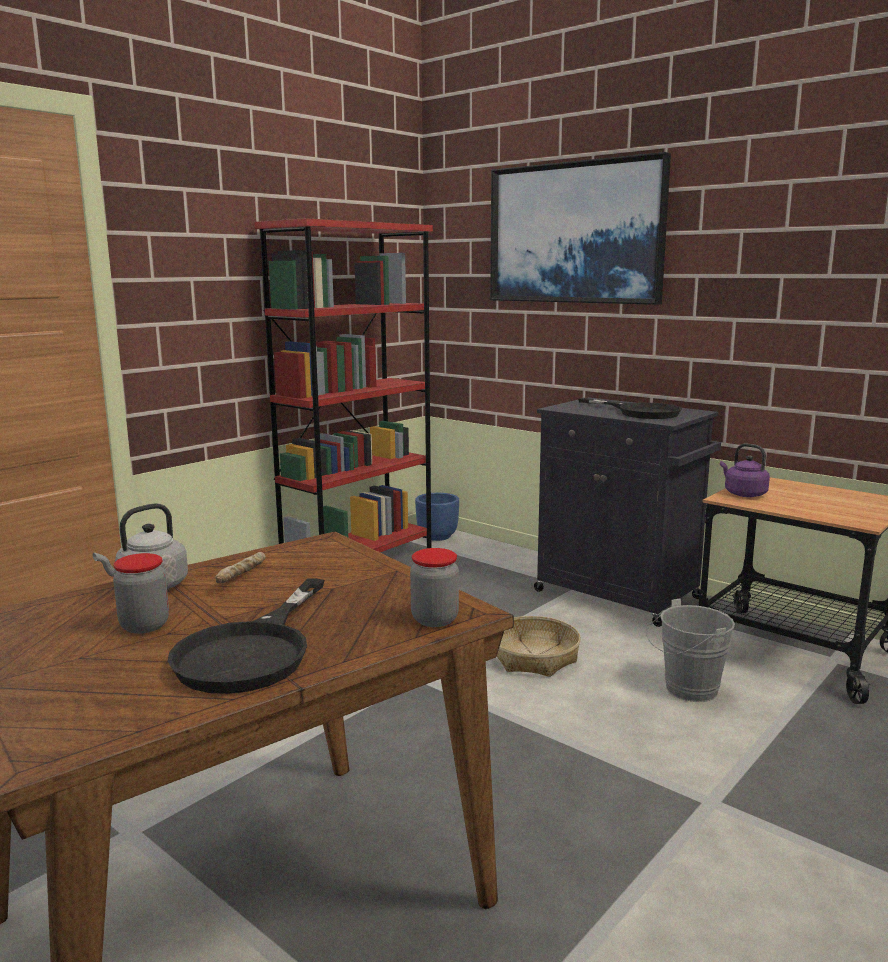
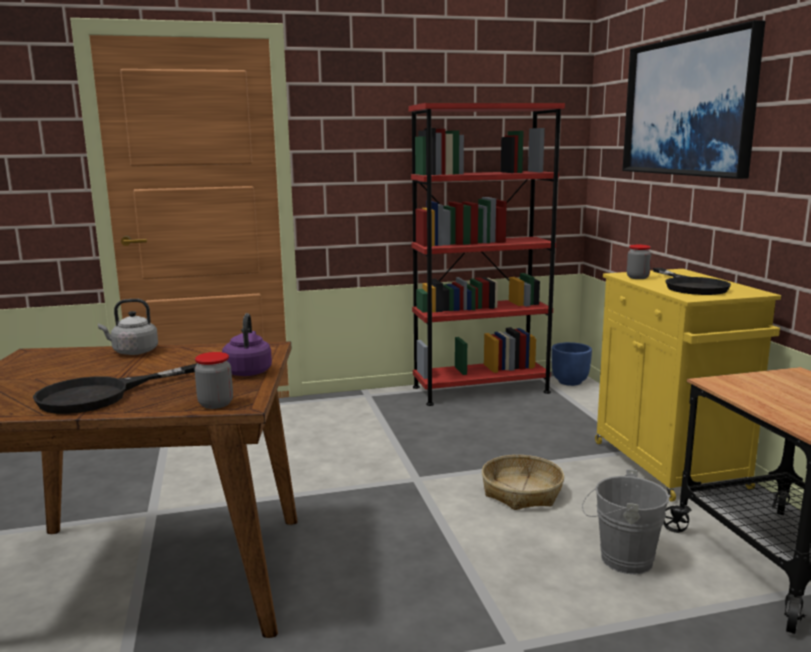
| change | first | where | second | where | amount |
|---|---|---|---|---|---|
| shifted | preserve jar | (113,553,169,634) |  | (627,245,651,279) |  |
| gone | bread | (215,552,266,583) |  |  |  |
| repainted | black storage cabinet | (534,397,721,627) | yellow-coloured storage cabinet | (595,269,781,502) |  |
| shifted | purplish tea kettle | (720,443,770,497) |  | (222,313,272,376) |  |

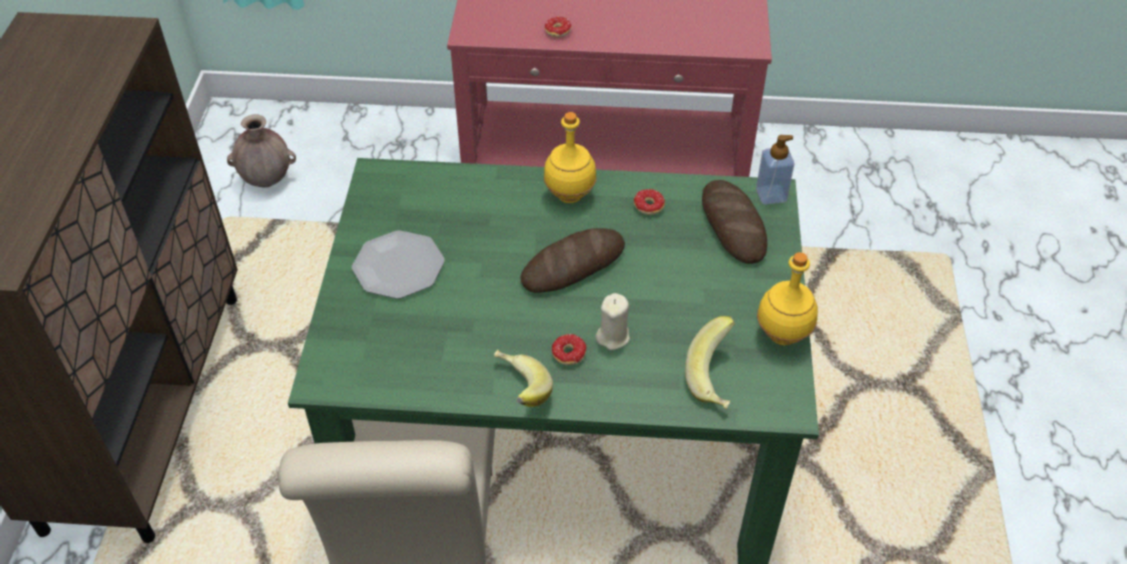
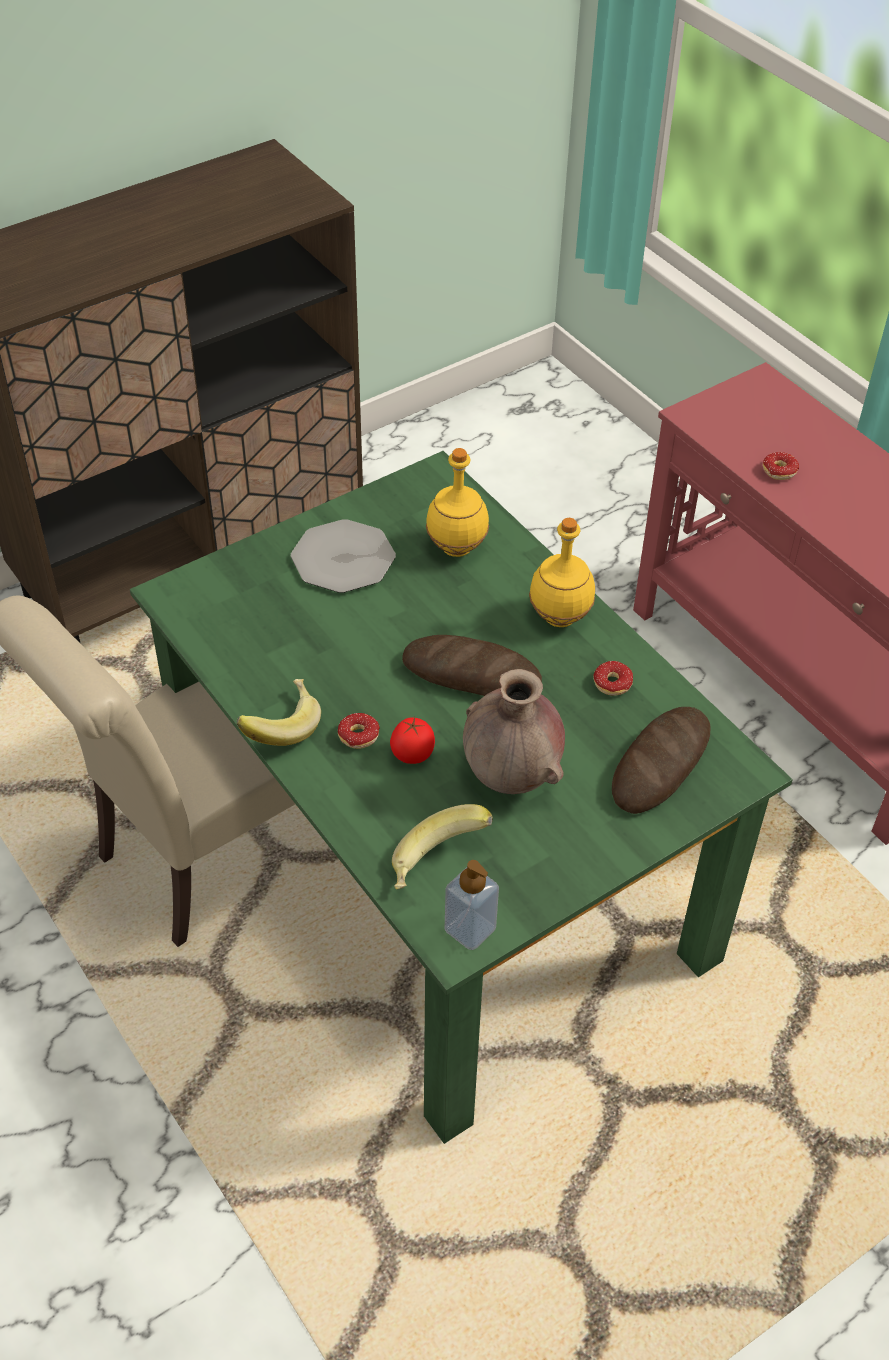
| change | first | where | second | where | amount |
|---|---|---|---|---|---|
| shifted | brown vase | (227,114,296,187) |  | (463,669,565,794) |  |
| swapped | sand-coloured candle | (596,293,630,350) | fresh tomato | (390,717,435,764) |  |
| shifted | liquid soap bottle | (756,135,795,204) |  | (445,860,499,950) |  |
| shifted | yellow-coloured drink bottle | (757,252,818,345) |  | (426,448,489,557) |  |

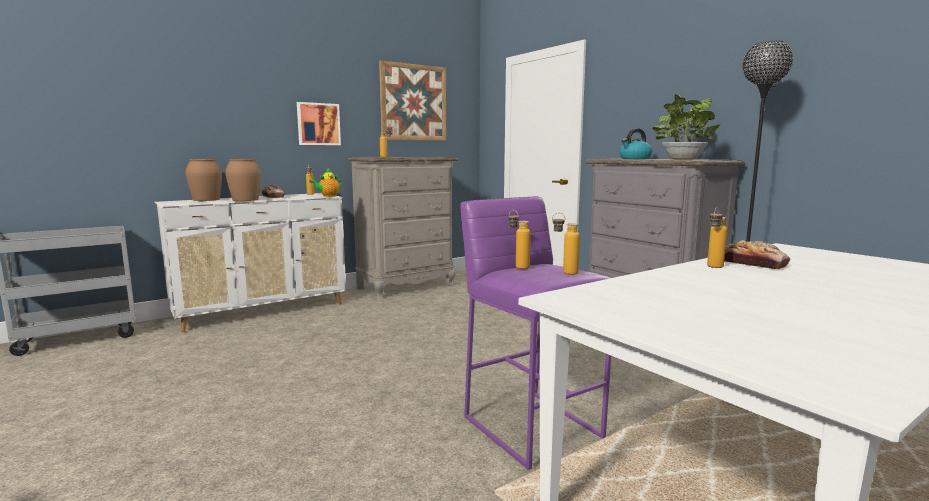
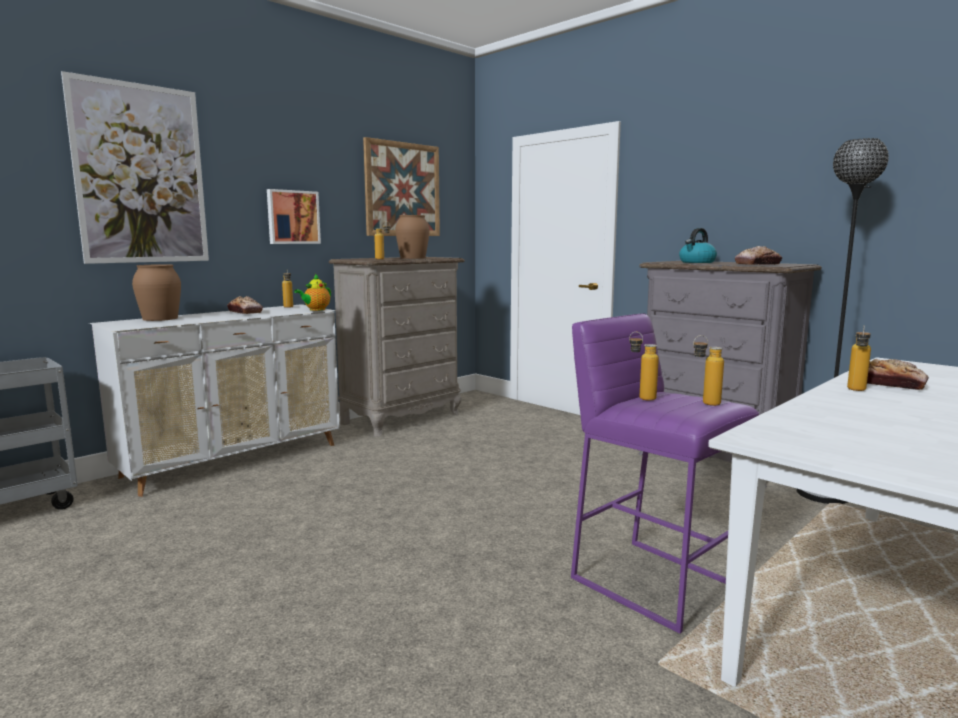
| change | first | where | second | where | amount |
|---|---|---|---|---|---|
| shifted | brown vase | (225,159,261,201) |  | (395,215,429,259) |  |
| swapped | potted plant | (652,94,720,160) | bread | (735,246,782,265) |  |
| new |  |  | picture | (61,71,209,264) |  |

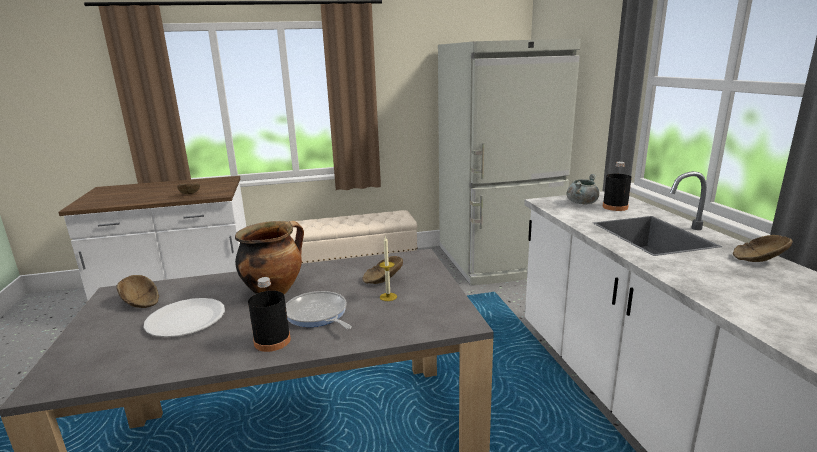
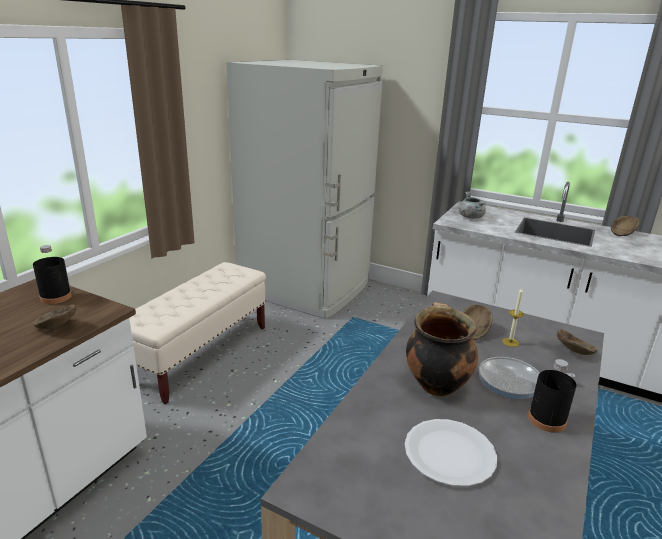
| change | first | where | second | where | amount |
|---|---|---|---|---|---|
| shifted | brown serving bowl | (116,275,159,308) |  | (557,329,597,355) |  |
| shifted | black drink bottle | (603,162,632,211) |  | (33,245,72,304) |  |

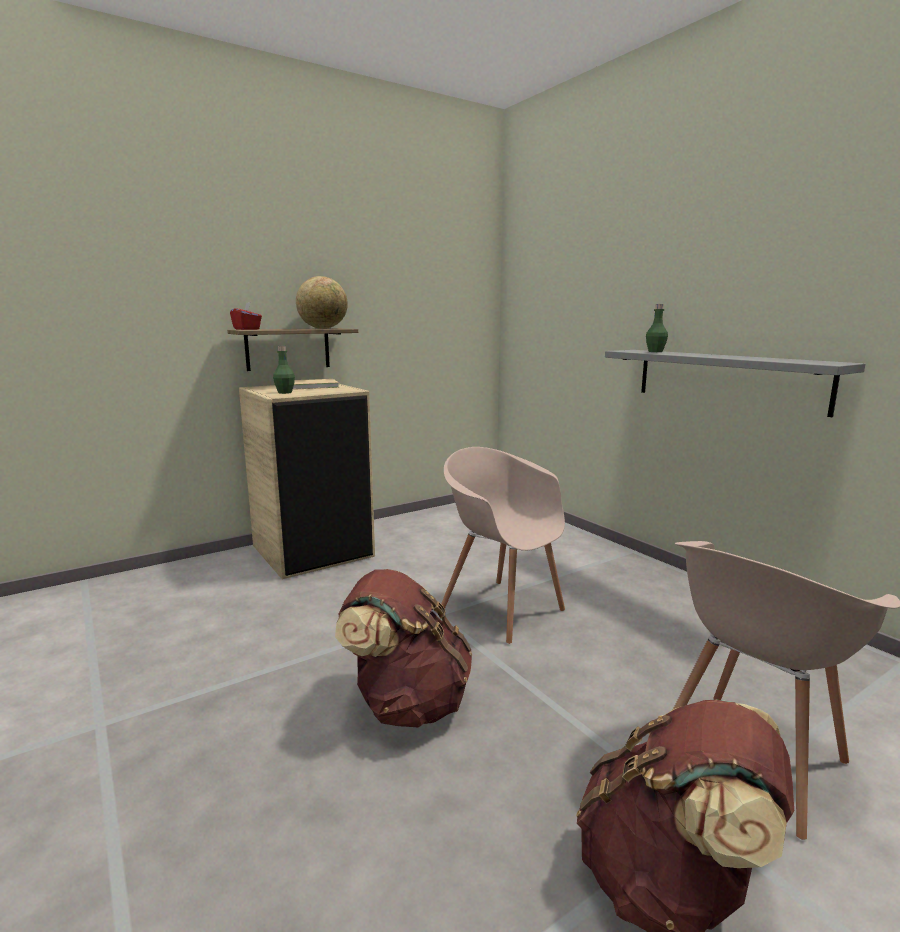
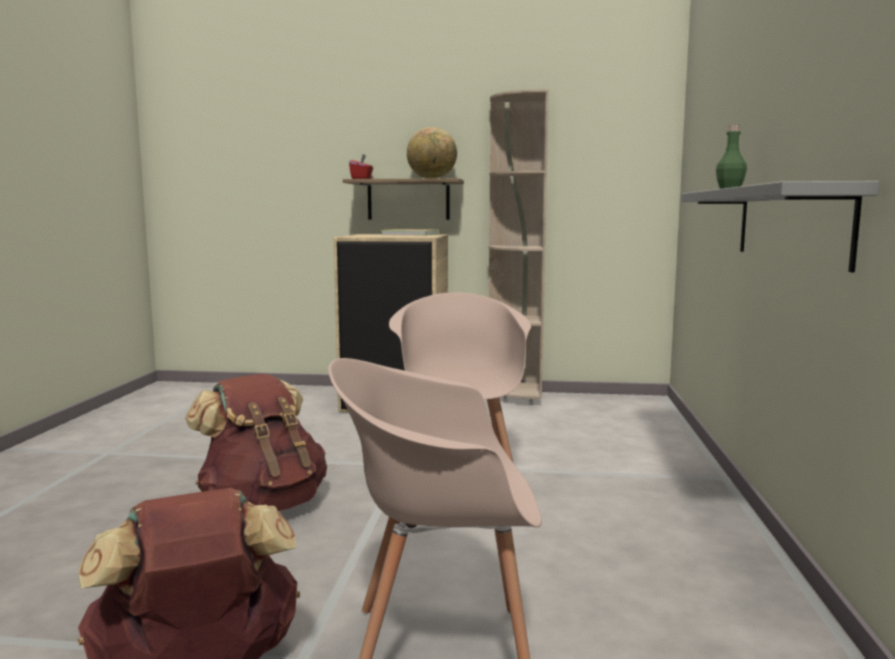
| change | first | where | second | where | amount |
|---|---|---|---|---|---|
| gone | greenish drink bottle | (273,346,295,394) |  |  |  |
| new |  |  | sand-coloured shelving unit | (489,89,549,405) |  |

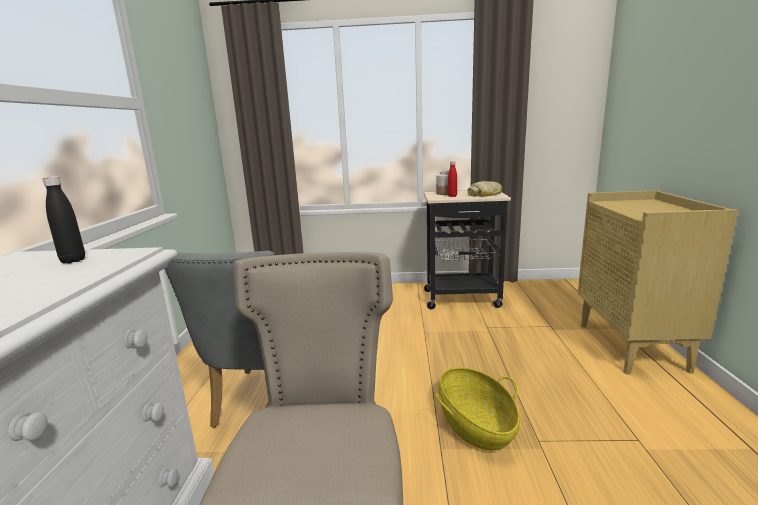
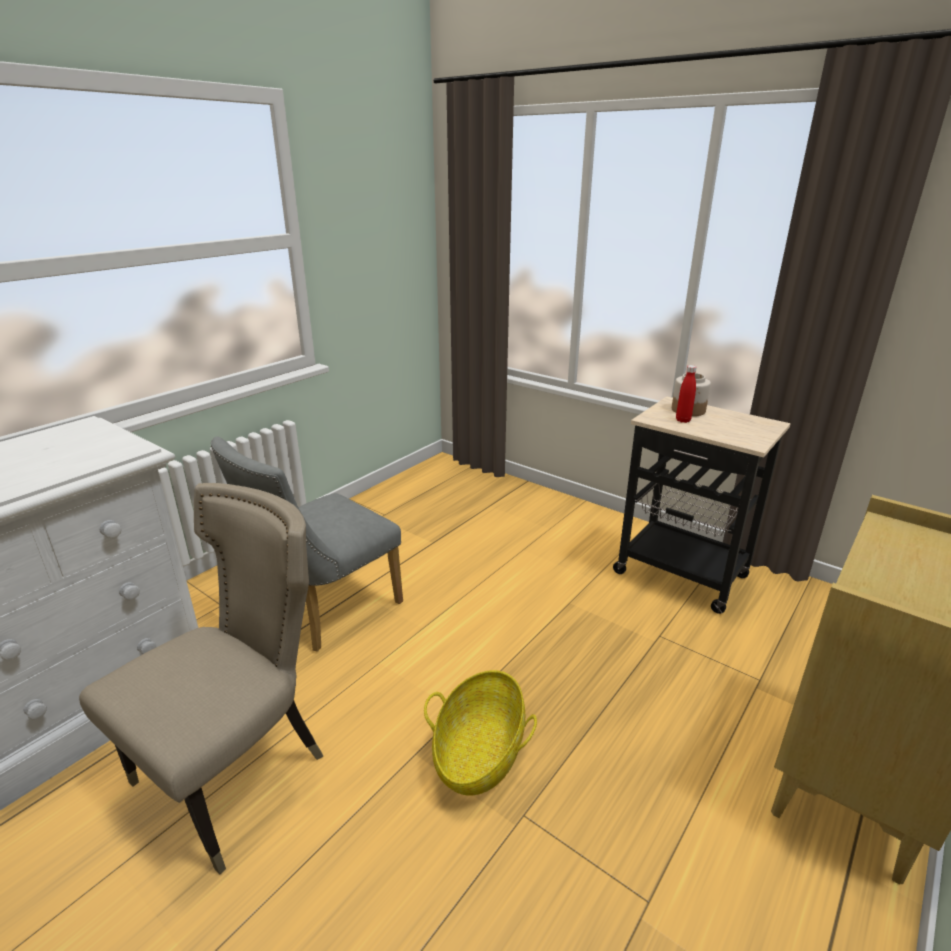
| change | first | where | second | where | amount |
|---|---|---|---|---|---|
| gone | black drink bottle | (42,176,85,263) |  |  |  |
| gone | bread | (467,181,502,197) |  |  |  |

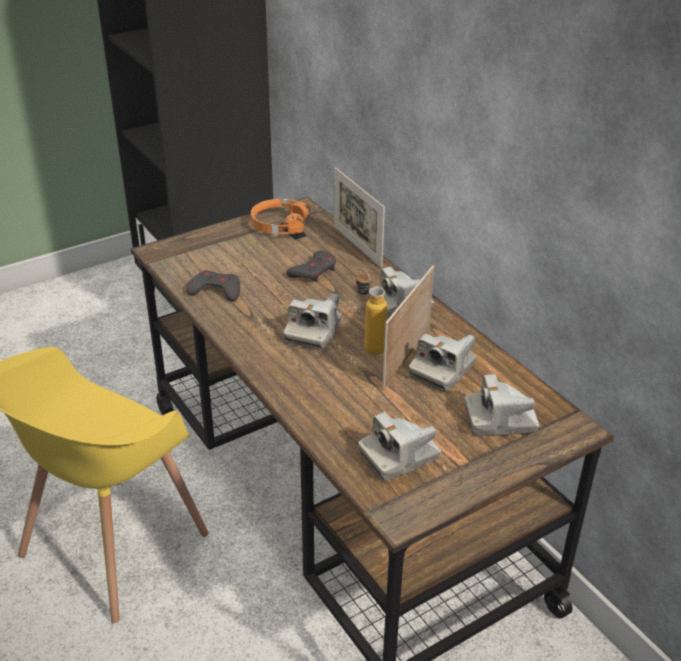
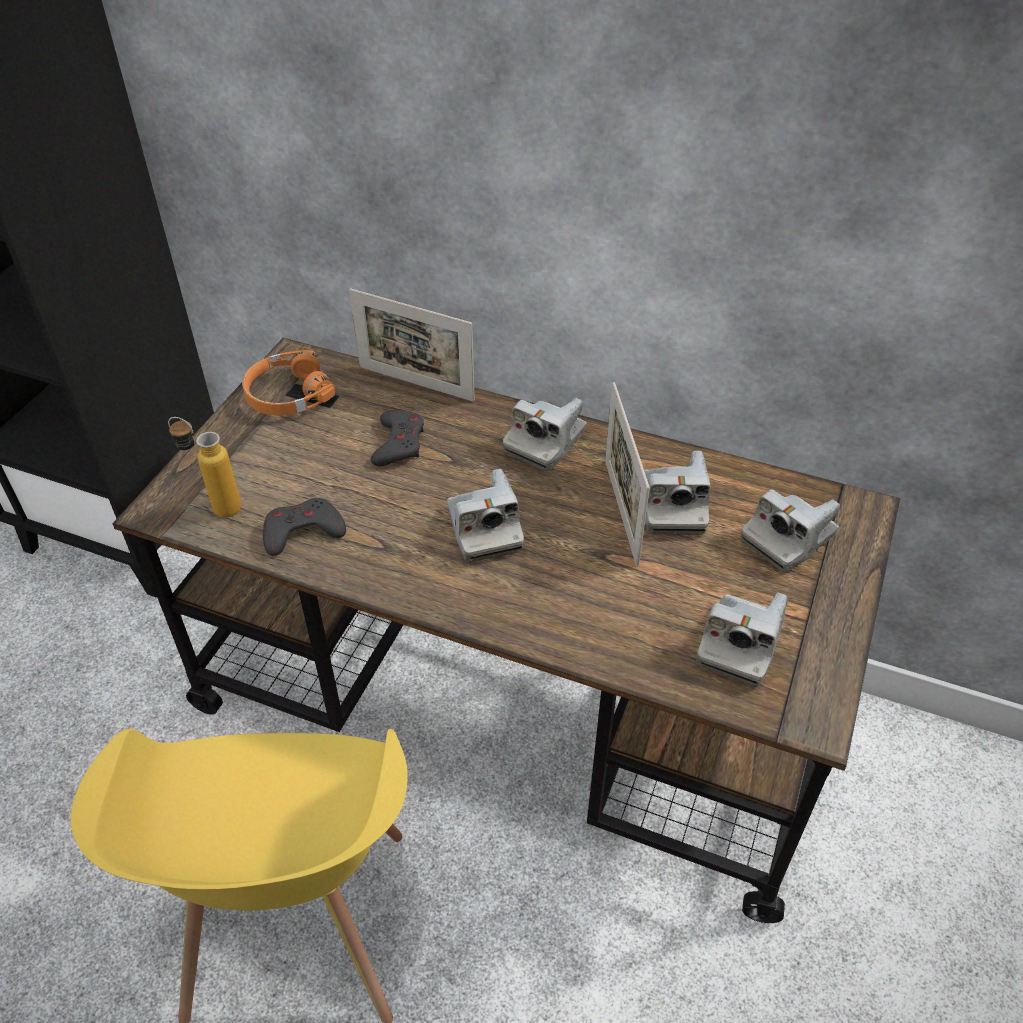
| change | first | where | second | where | amount |
|---|---|---|---|---|---|
| shifted | drink bottle | (356,268,387,355) |  | (168,417,241,518) |  |

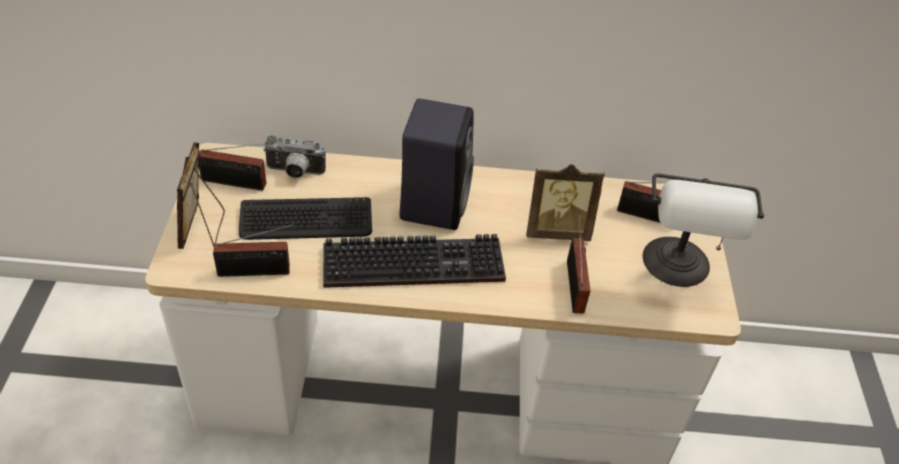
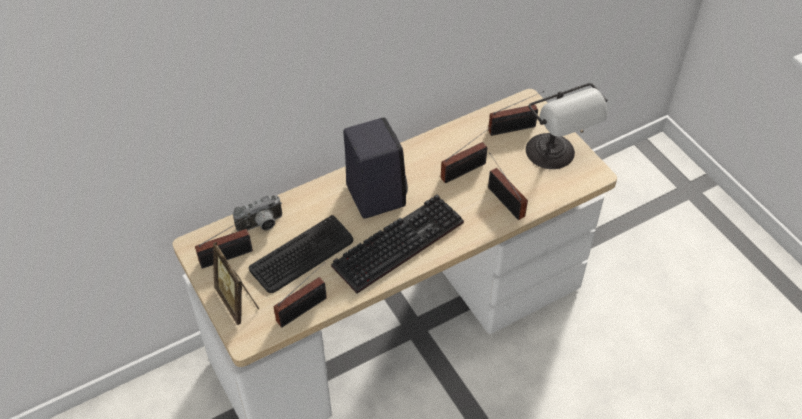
| change | first | where | second | where | amount |
|---|---|---|---|---|---|
| swapped | picture frame | (526,164,605,241) | radio | (441,127,491,183) |  |

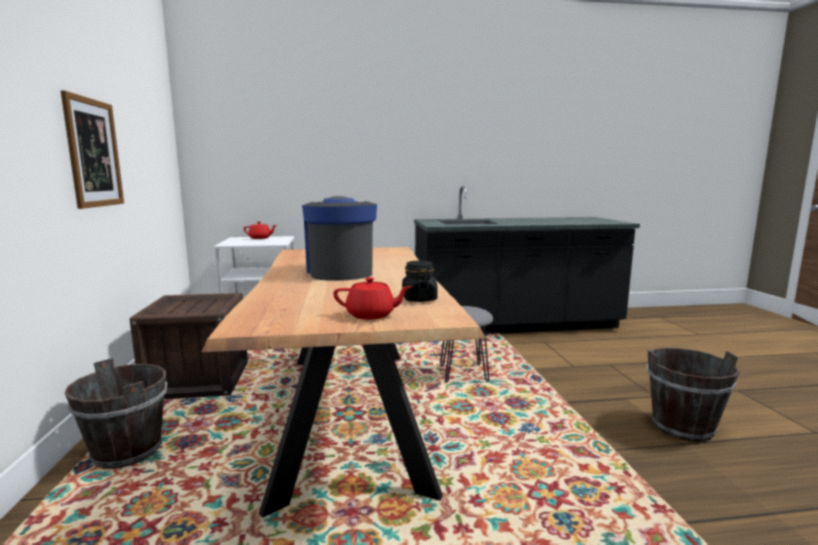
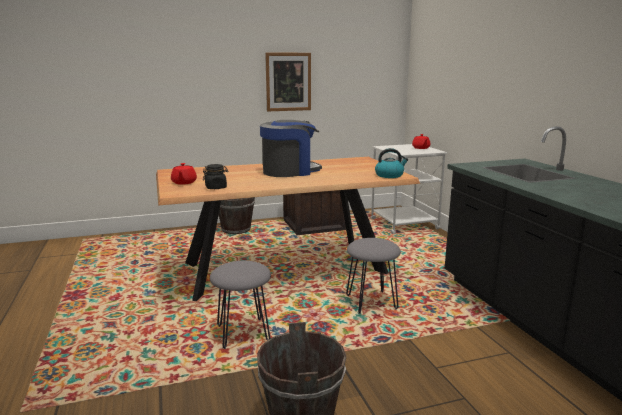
| change | first | where | second | where | amount |
|---|---|---|---|---|---|
| new |  |  | gray stool seat | (210,261,271,349) |  |
| new |  |  | tea kettle | (375,148,408,178) |  |

